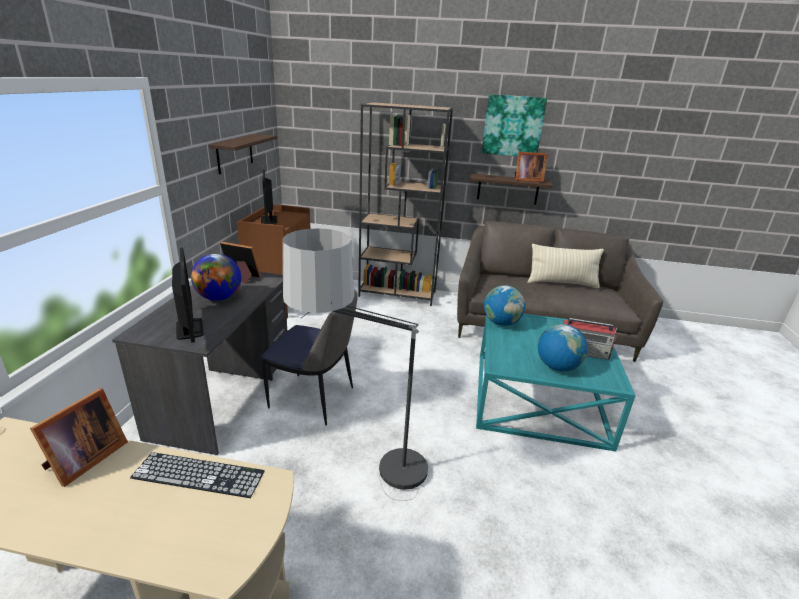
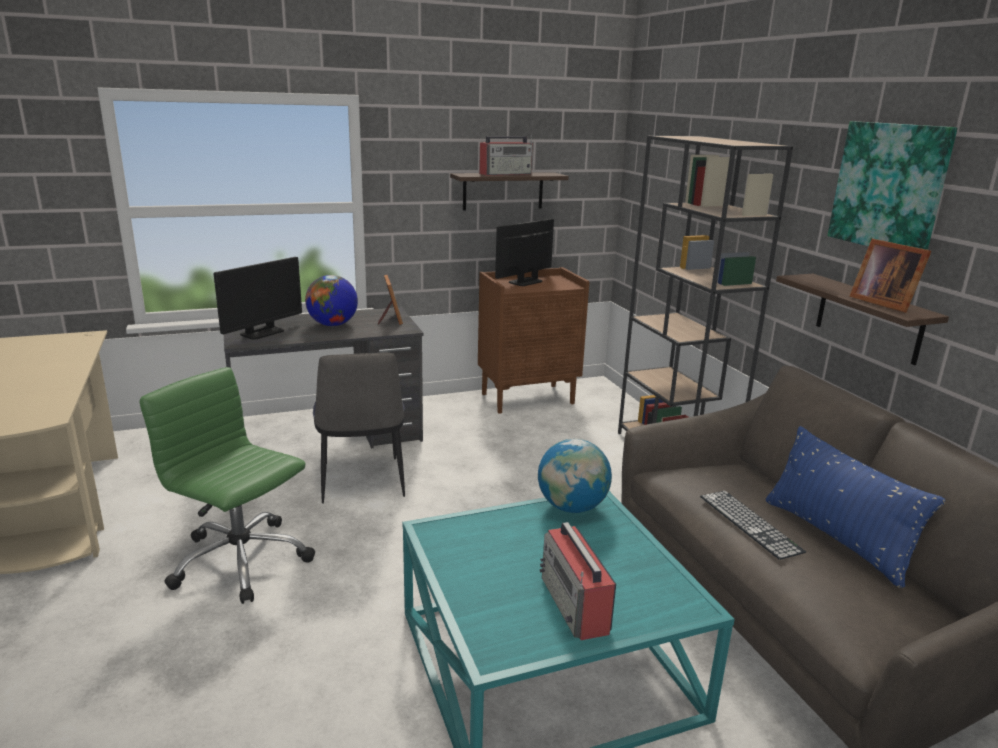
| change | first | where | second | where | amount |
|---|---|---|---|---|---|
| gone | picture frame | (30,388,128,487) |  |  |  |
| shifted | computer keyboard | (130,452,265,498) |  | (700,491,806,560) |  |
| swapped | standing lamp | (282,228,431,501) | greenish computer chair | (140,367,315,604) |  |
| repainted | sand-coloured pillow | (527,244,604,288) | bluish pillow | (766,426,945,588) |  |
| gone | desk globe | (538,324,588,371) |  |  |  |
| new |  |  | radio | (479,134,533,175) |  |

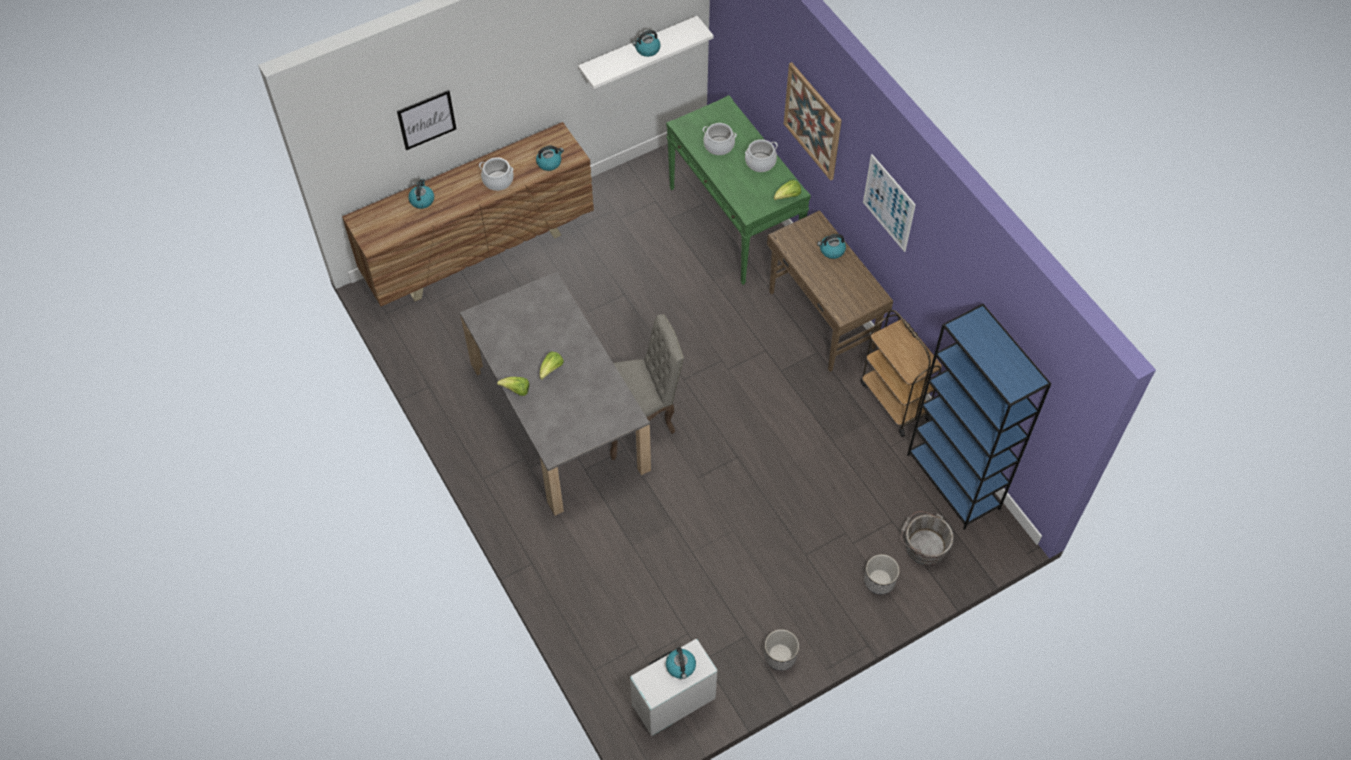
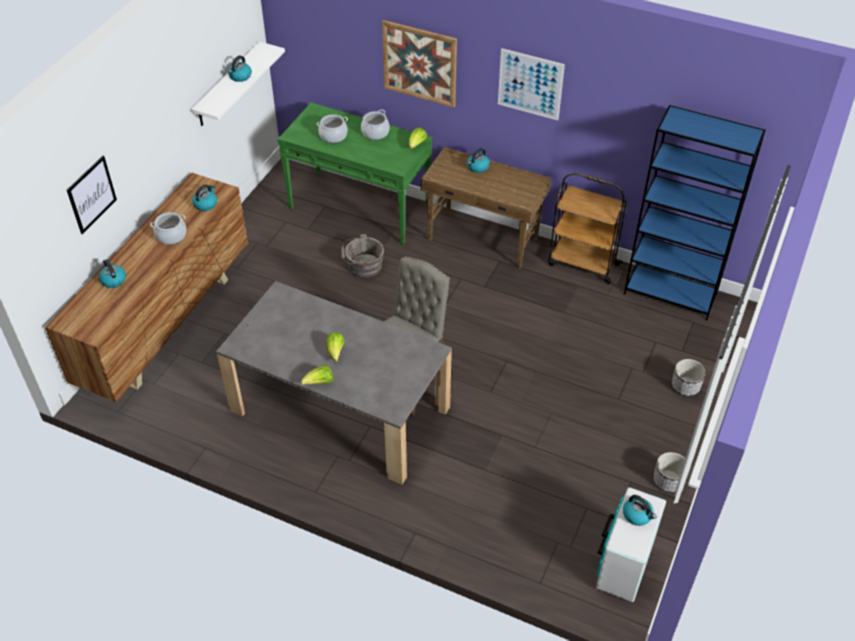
| change | first | where | second | where | amount |
|---|---|---|---|---|---|
| shifted | gray water bucket | (901,511,954,565) |  | (341,235,384,278) |  |

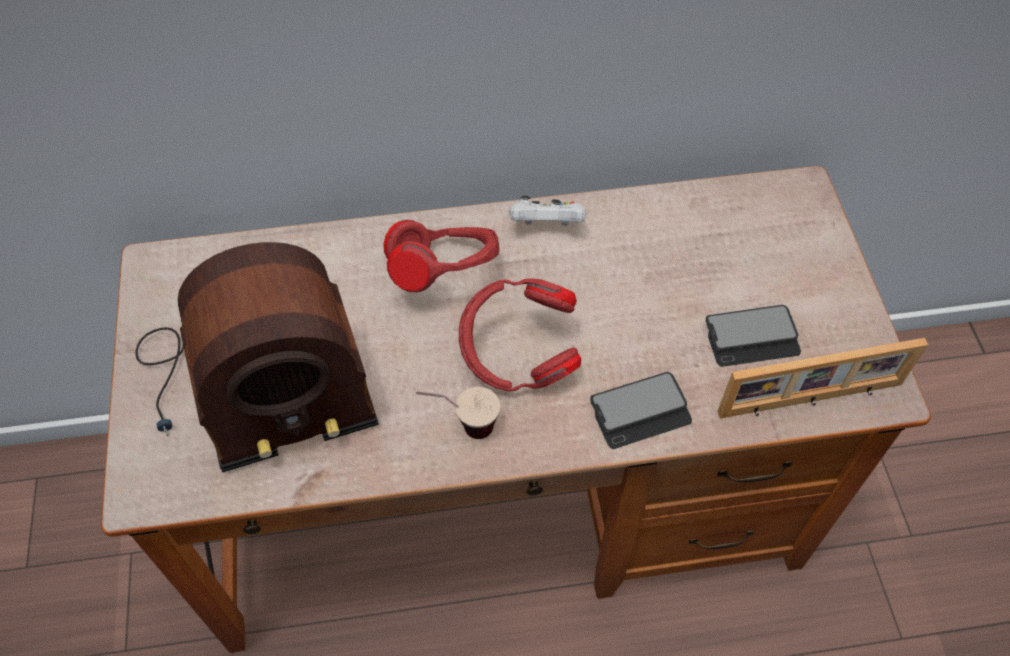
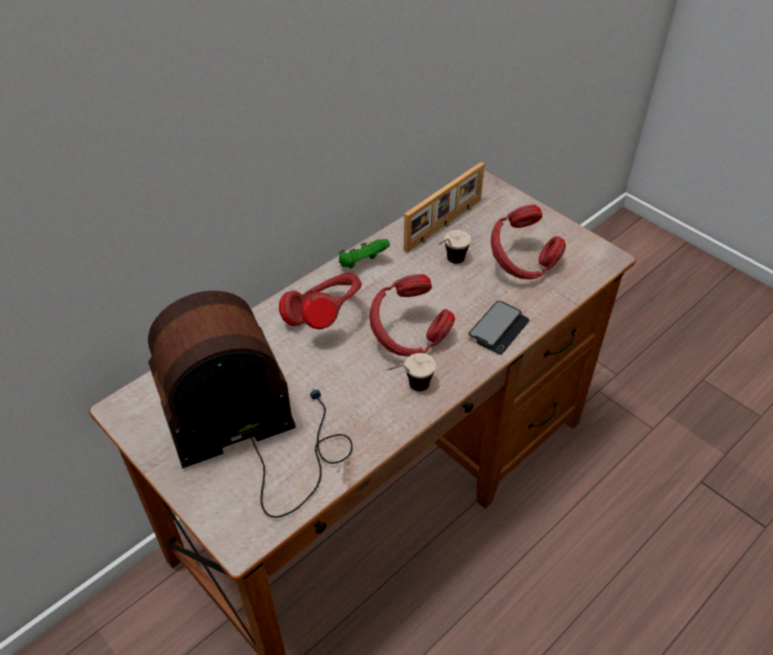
| change | first | where | second | where | amount |
|---|---|---|---|---|---|
| rotated | radio | (135,242,379,473) |  | (148,291,353,518) | 150 degrees counterclockwise |
| repainted | whitish game controller | (509,196,586,225) | greenish game controller | (339,239,390,269) |  |
| swapped | telephone | (706,305,801,367) | reddish headphones | (491,205,566,279) |  |
| shifted | picture frame | (717,338,928,418) |  | (404,162,485,252) |  |
| new |  |  | small cup | (439,230,471,264) |  |

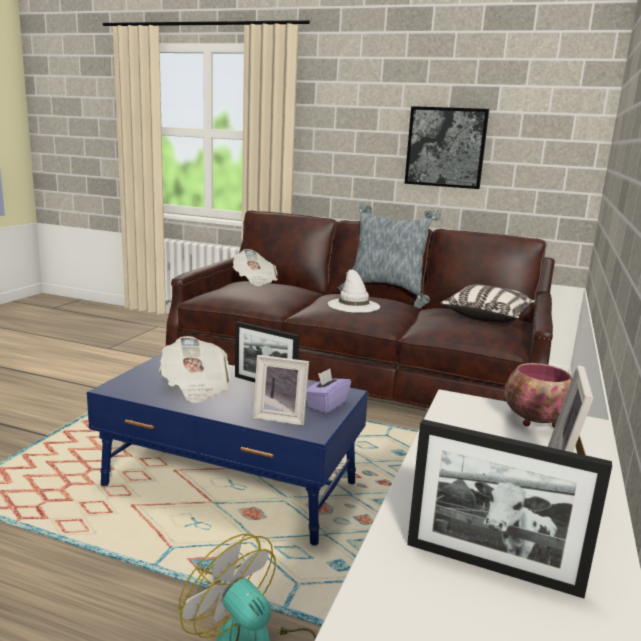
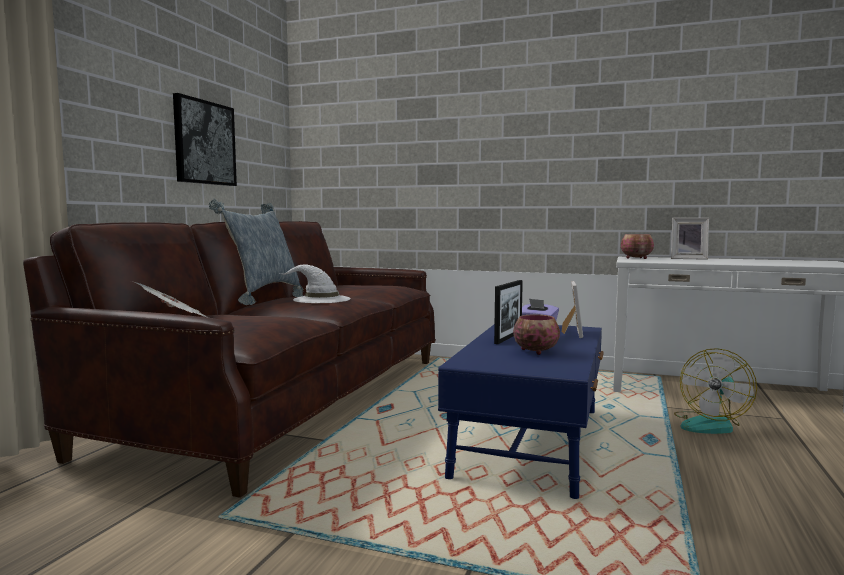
| change | first | where | second | where | amount |
|---|---|---|---|---|---|
| swapped | newspaper | (159,336,230,403) | serving bowl | (513,315,560,355) |  |
| gone | picture frame | (407,419,612,598) |  |  |  |
| gone | pillow | (440,285,536,322) |  |  |  |

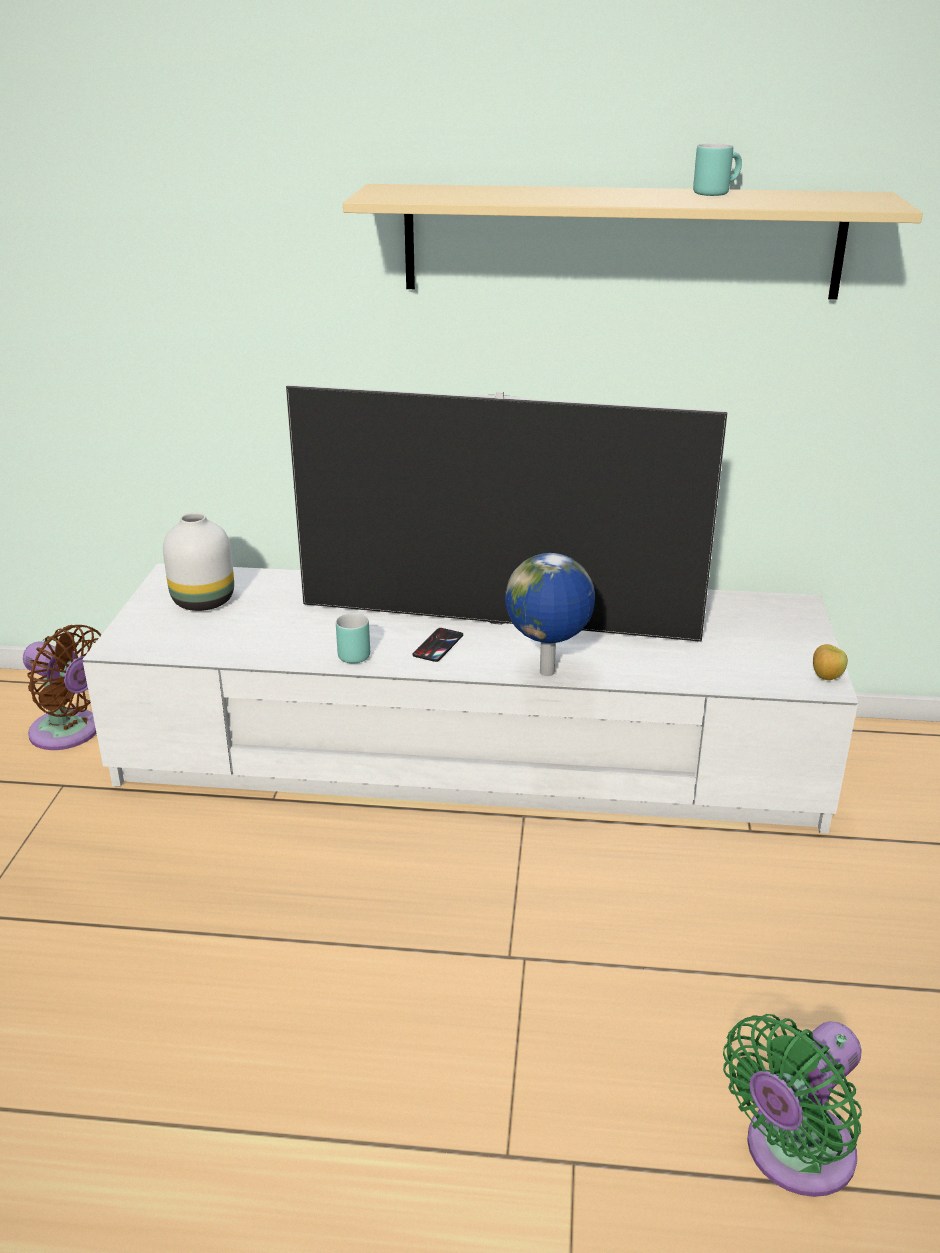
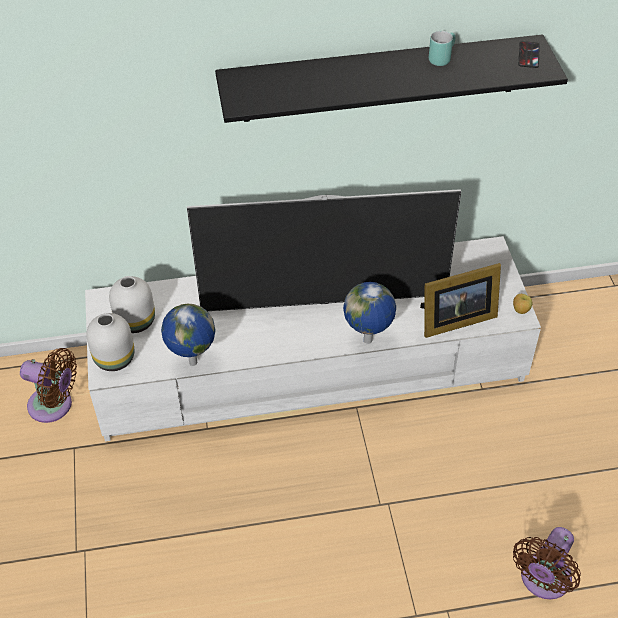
| change | first | where | second | where | amount |
|---|---|---|---|---|---|
| gone | turquoise tea mug | (336,613,370,663) |  |  |  |
| repainted | sand-coloured shelf | (343,184,923,300) | black shelf | (215,34,568,123) |  |
| shifted | telephone | (413,628,463,662) |  | (518,41,540,68) |  |
| repainted | greenish electric fan | (723,1014,861,1197) | brown electric fan | (513,527,581,599) |  |
| new |  |  | whitish vase | (86,313,134,371) |  |
| new |  |  | desk globe | (161,304,215,366) |  |
| new |  |  | picture frame | (420,263,501,338) |  |

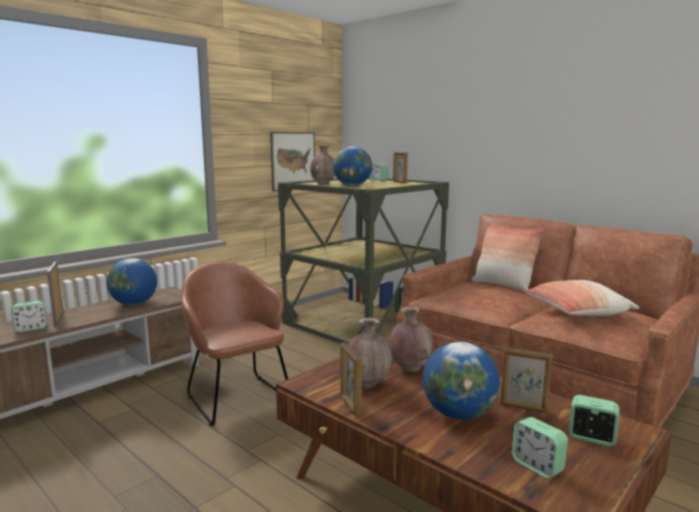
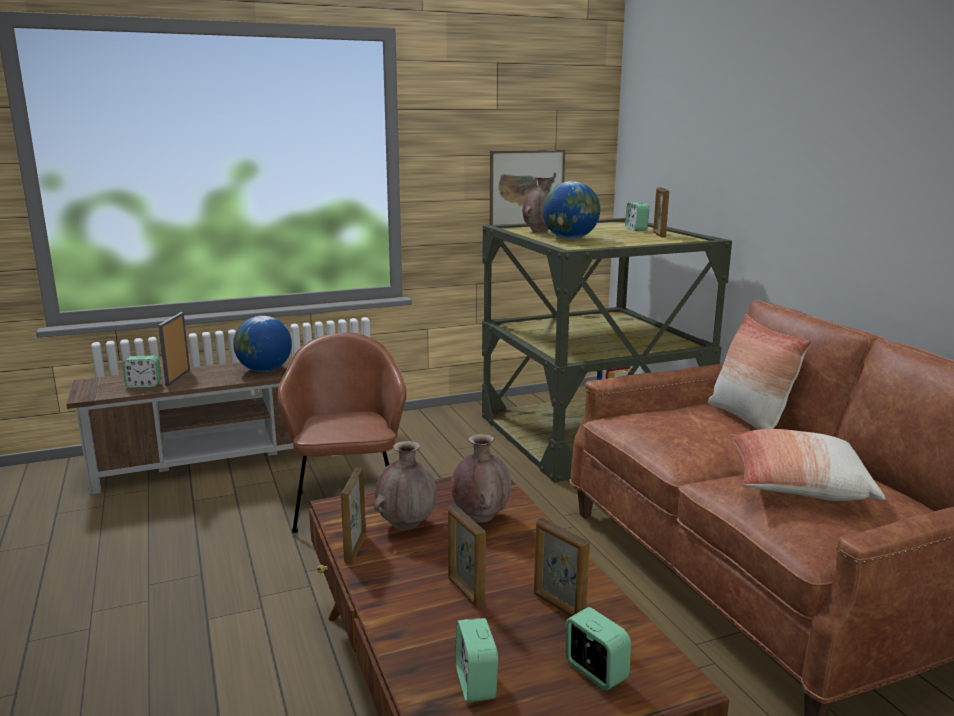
| change | first | where | second | where | amount |
|---|---|---|---|---|---|
| swapped | desk globe | (423,342,500,420) | picture frame | (448,505,486,609) |  |

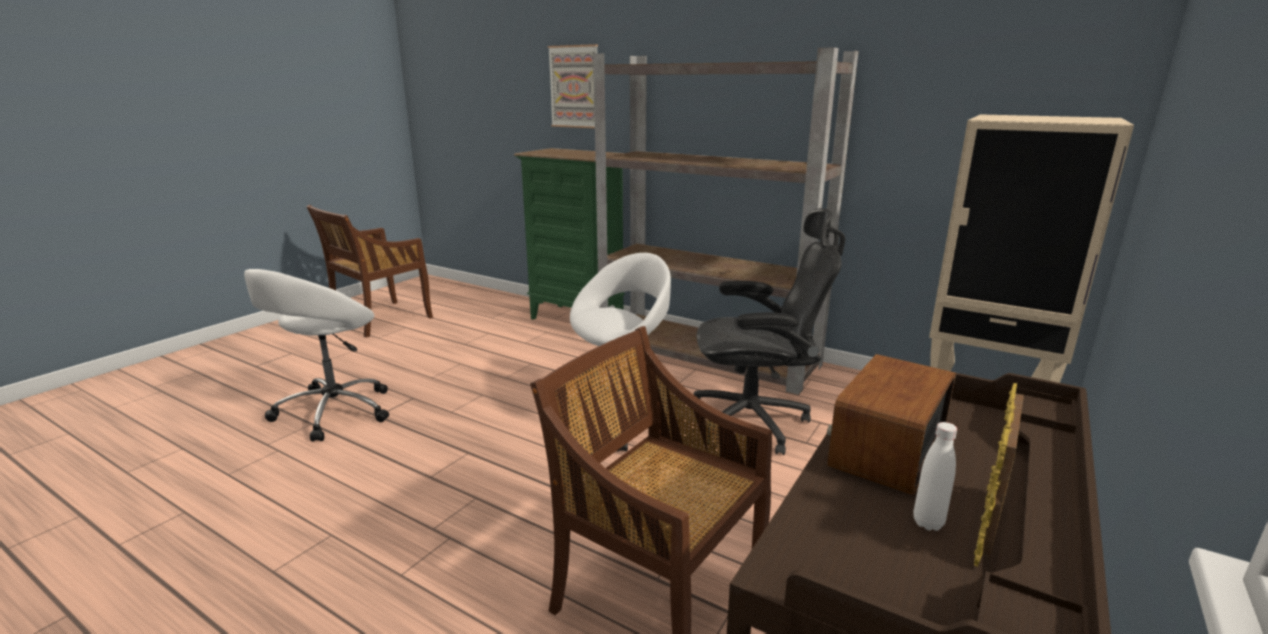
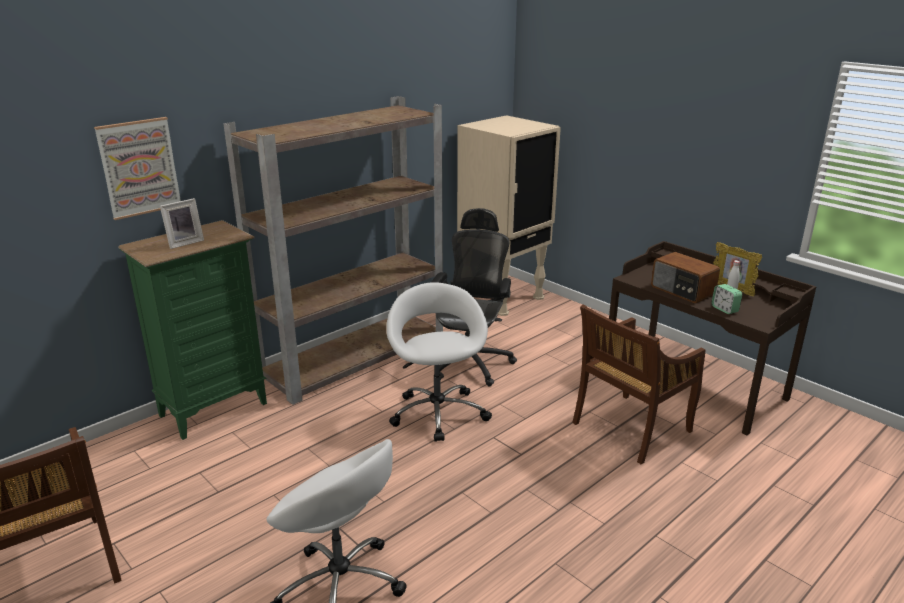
| change | first | where | second | where | amount |
|---|---|---|---|---|---|
| new |  |  | picture frame | (160,198,204,249) |  |
| new |  |  | table clock | (712,284,742,314) |  |

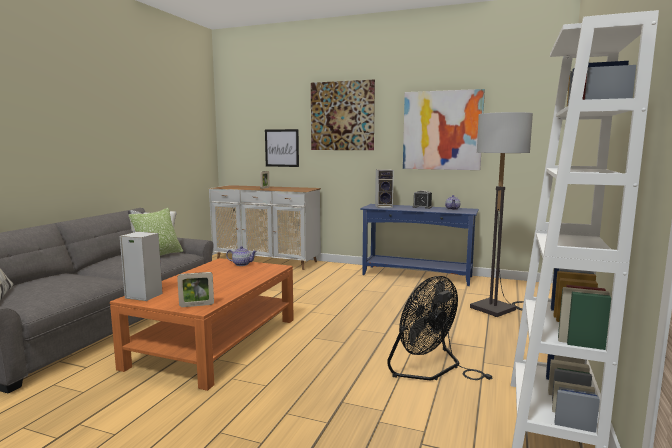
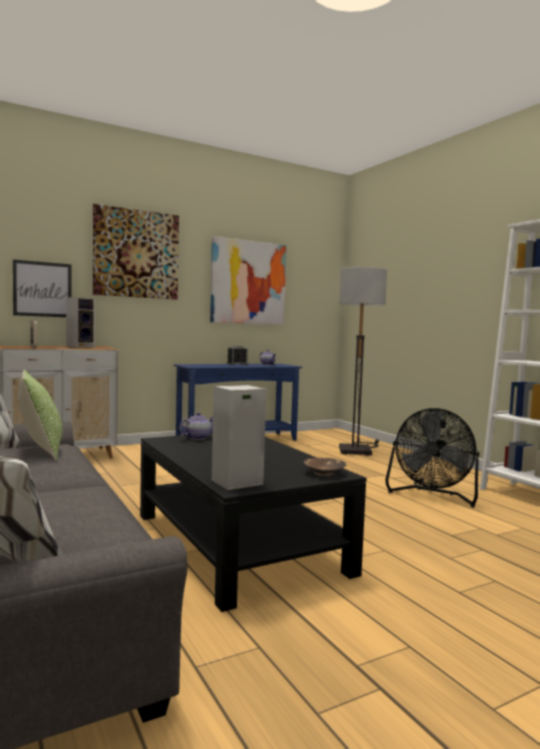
| change | first | where | second | where | amount |
|---|---|---|---|---|---|
| repainted | orange-coloured coffee table | (110,258,294,391) | black coffee table | (140,433,367,612) |  |
| swapped | picture frame | (177,272,214,307) | brown serving bowl | (303,458,346,477) |  |
| shifted | speaker | (375,169,394,208) |  | (66,297,95,347) |  |
| rotated | black electric fan | (387,276,492,380) |  | (386,408,480,507) | 60 degrees counterclockwise |

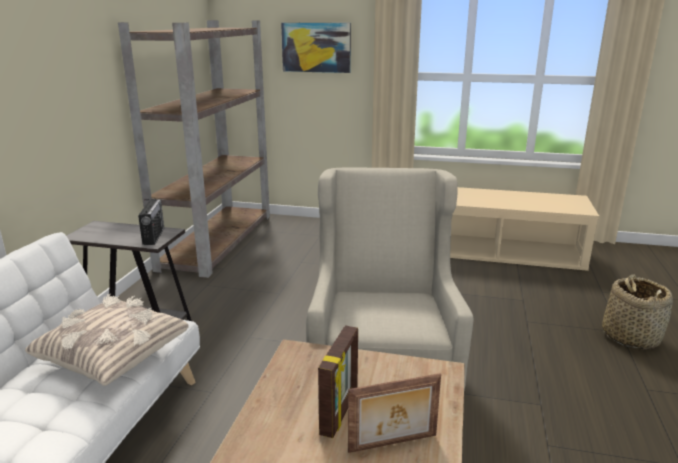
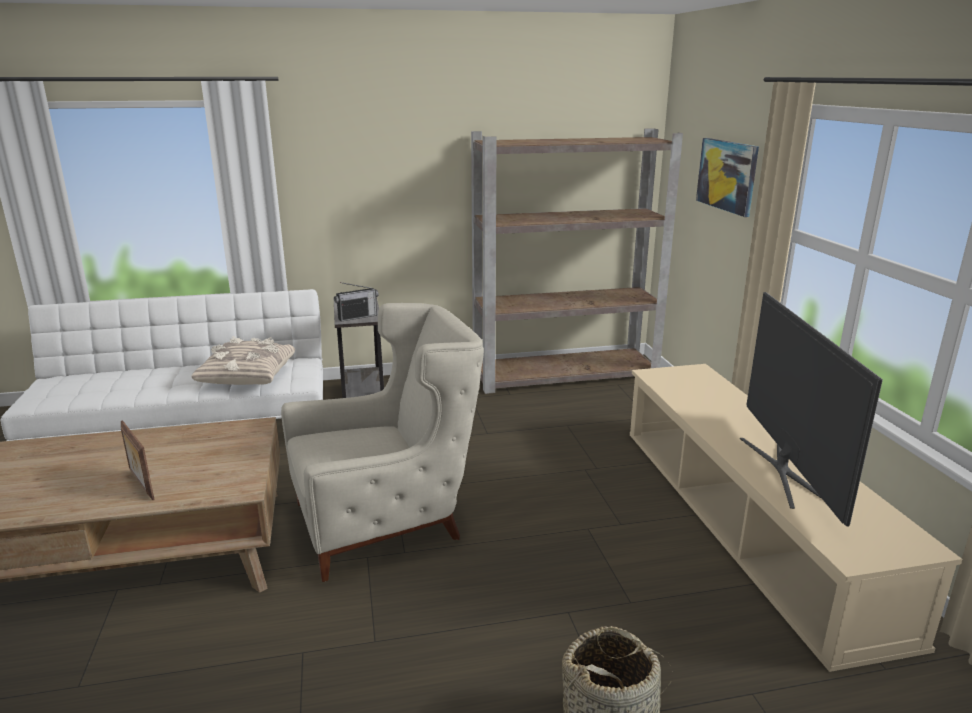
| change | first | where | second | where | amount |
|---|---|---|---|---|---|
| gone | picture frame | (318,325,358,438) |  |  |  |
| new |  |  | TV set | (740,292,883,527) |  |

